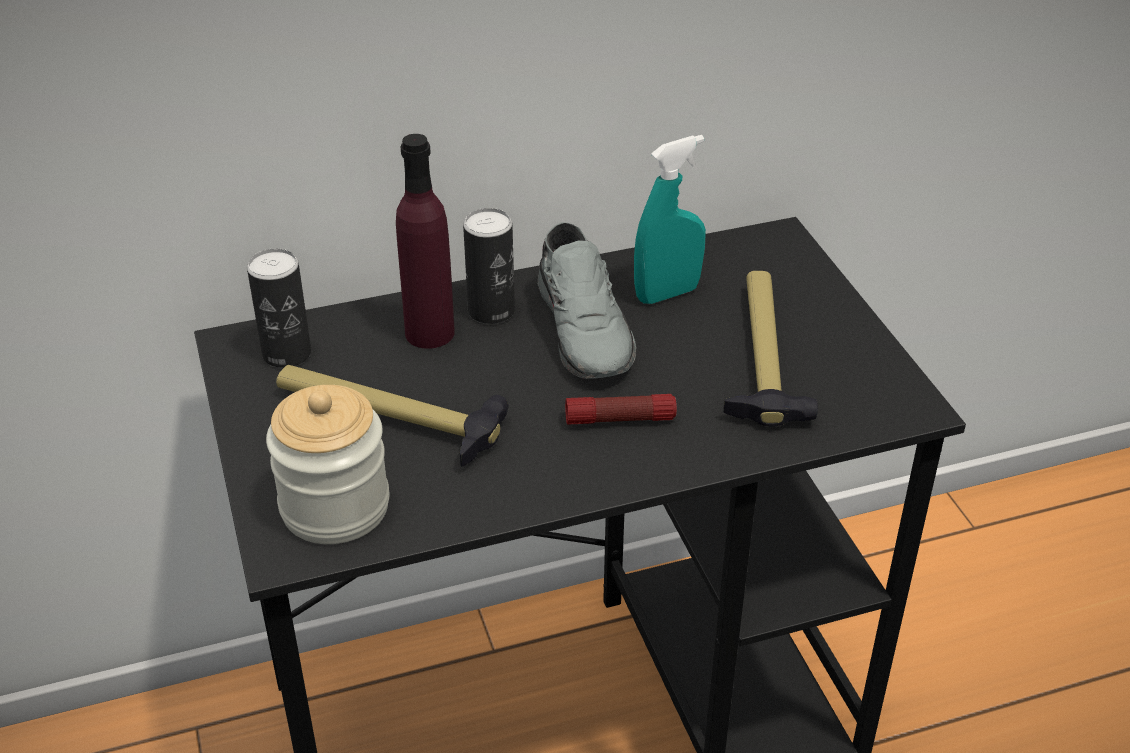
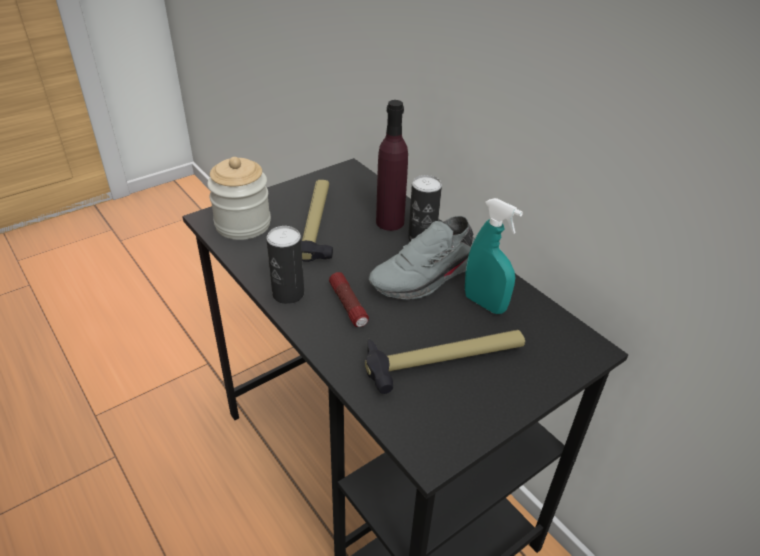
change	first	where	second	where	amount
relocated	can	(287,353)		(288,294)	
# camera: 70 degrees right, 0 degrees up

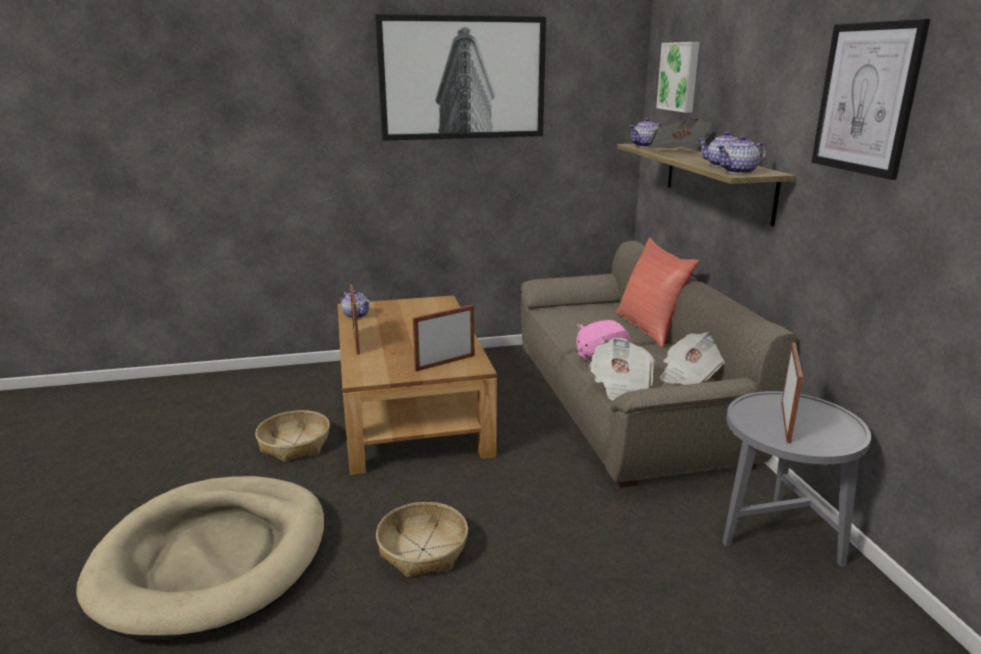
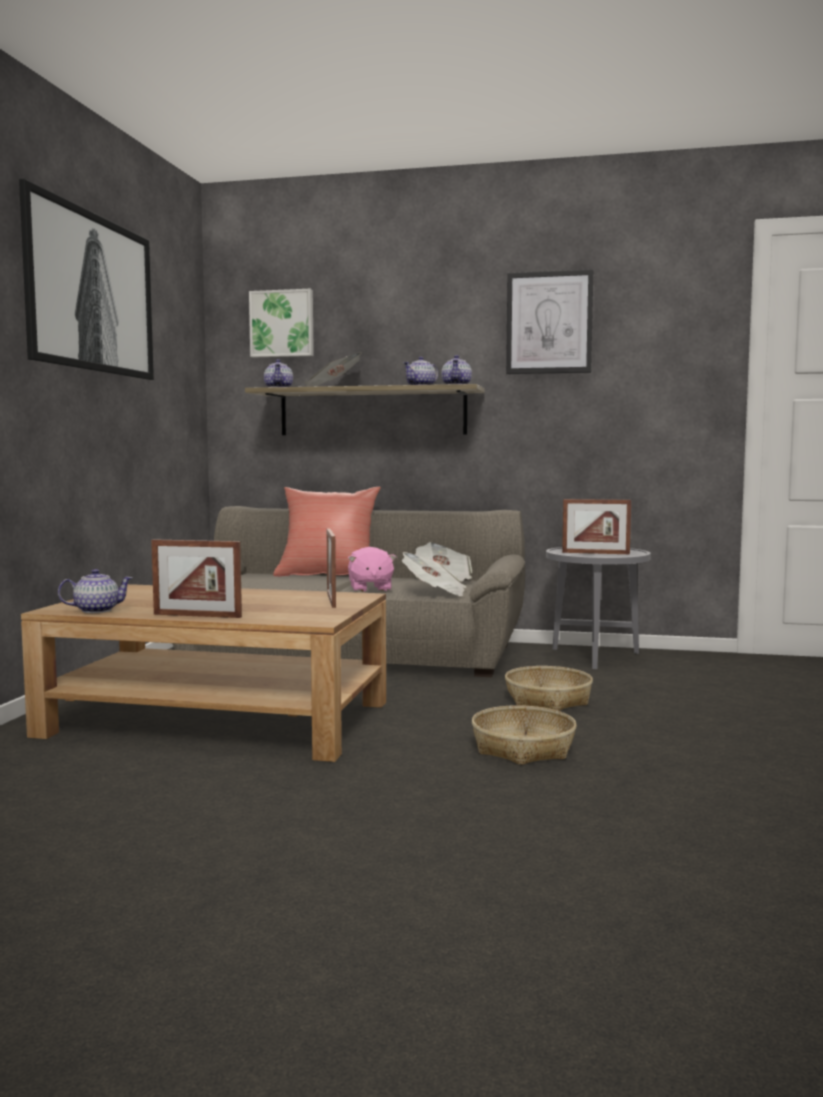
change	first	where	second	where	amount
missing	beige_dog_bed	(213,558)			
relocated	basket	(295,444)		(548,699)	
spun	picture_frame	(785,422)		(595,553)	150 degrees clockwise
# camera: 65 degrees left, 15 degrees down

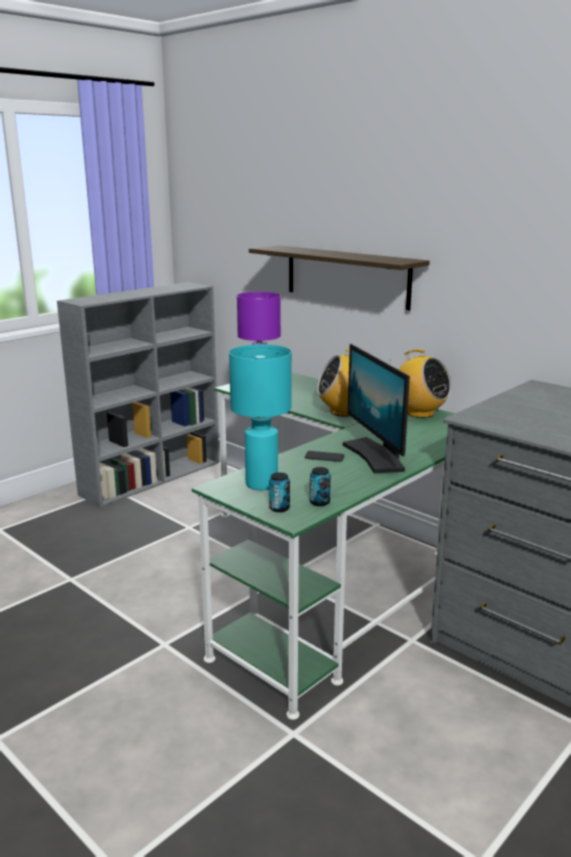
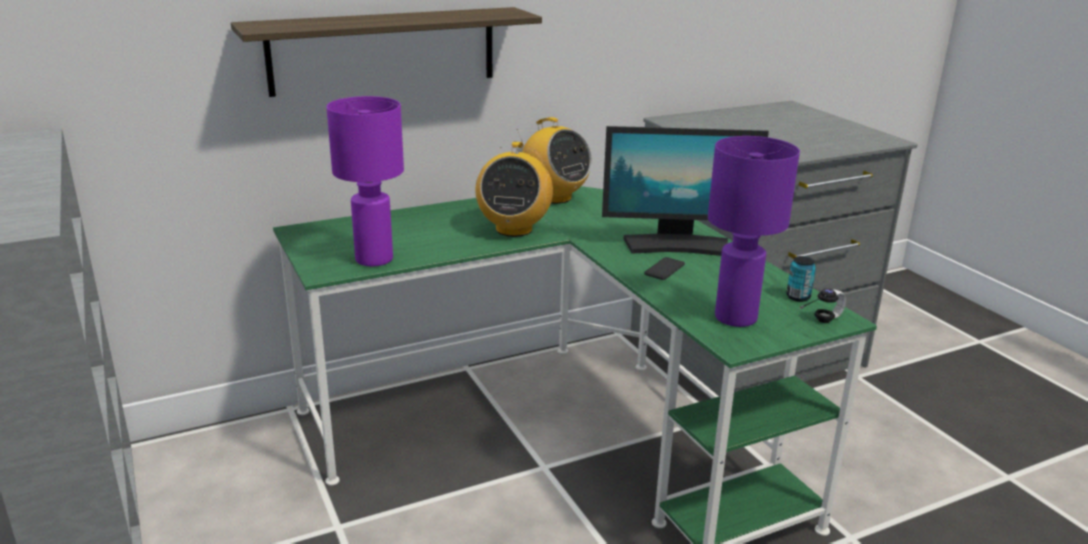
change	first	where	second	where	amount
exchanged	can	(279,508)	headphones	(809,320)	
colour	turquoise_table_lamp	(260,484)	purple_table_lamp	(735,318)	
spun	radio	(419,413)		(554,197)	75 degrees clockwise
# camera: 70 degrees left, 5 degrees up

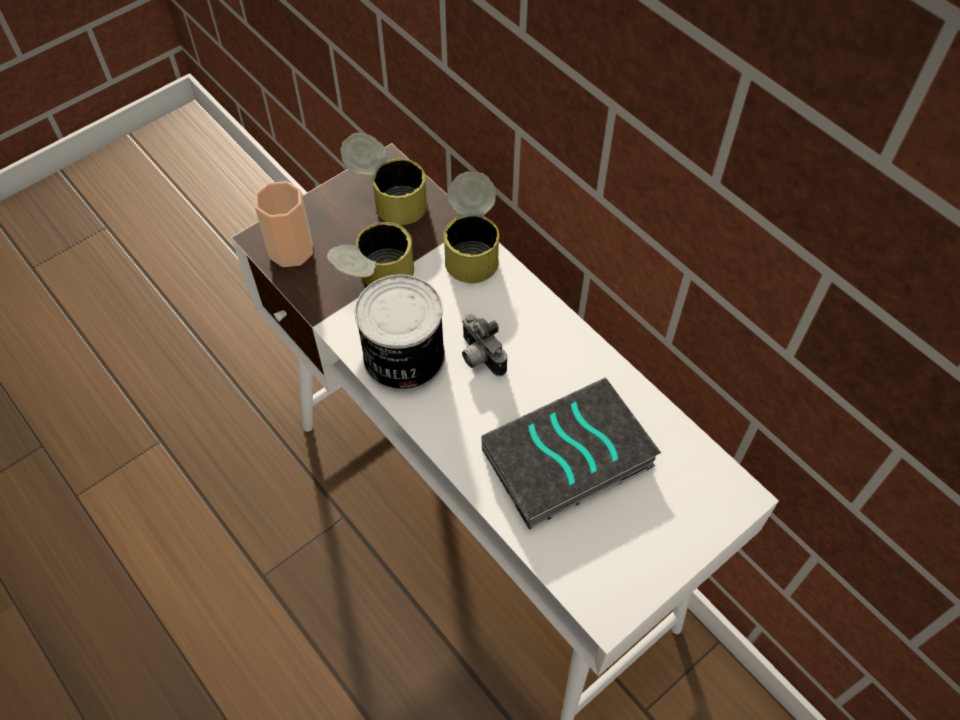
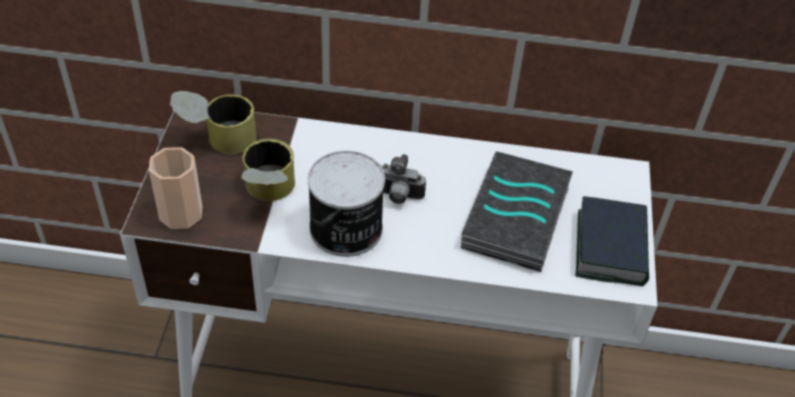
change	first	where	second	where	amount
missing	can	(472,248)			
appeared			book	(611,248)	
# camera: 45 degrees left, 10 degrees down

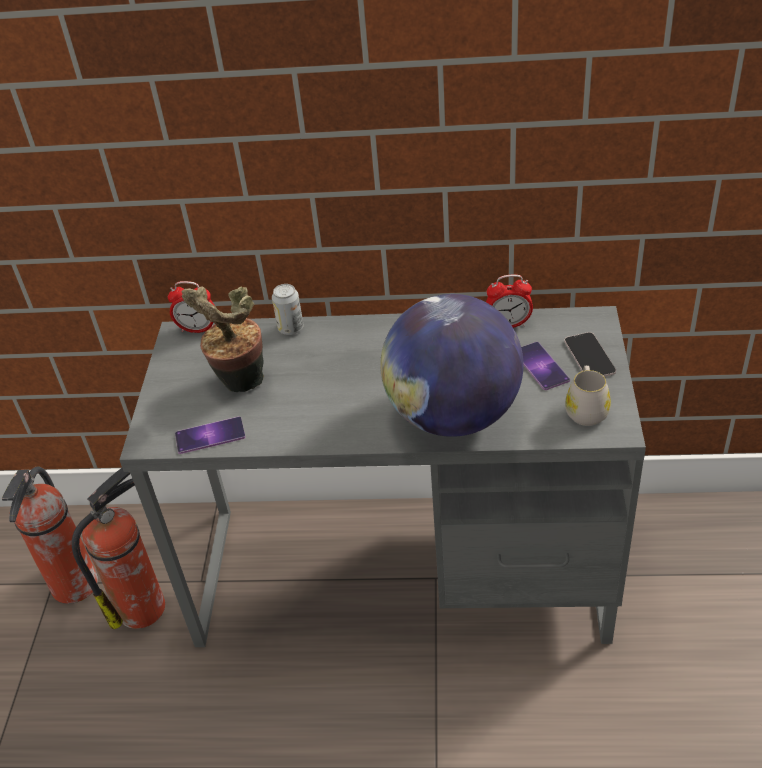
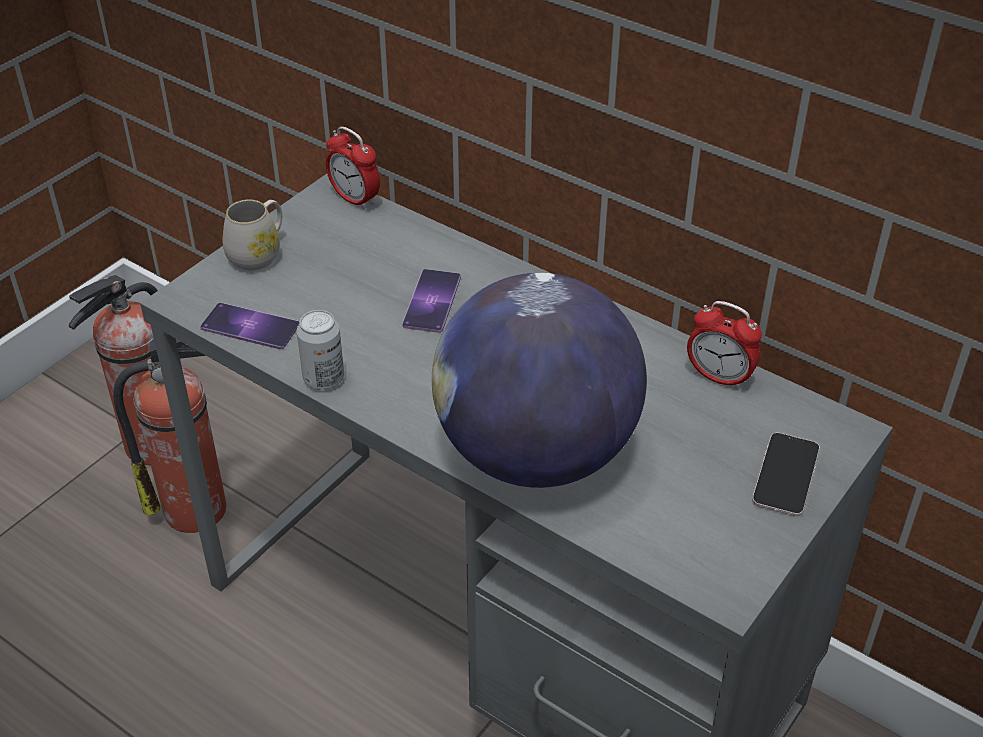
change	first	where	second	where	amount
missing	potted_plant	(239,383)			
relocated	can	(290,328)		(323,378)	
relocated	phone	(541,366)		(432,301)	
relocated	white_mug	(586,409)		(259,253)	
# camera: 30 degrees right, 0 degrees up

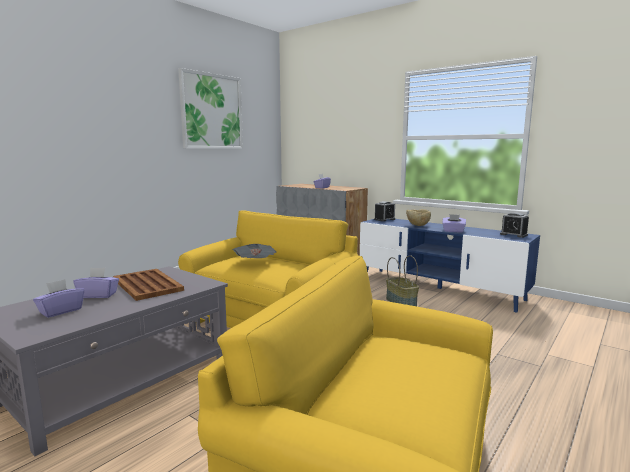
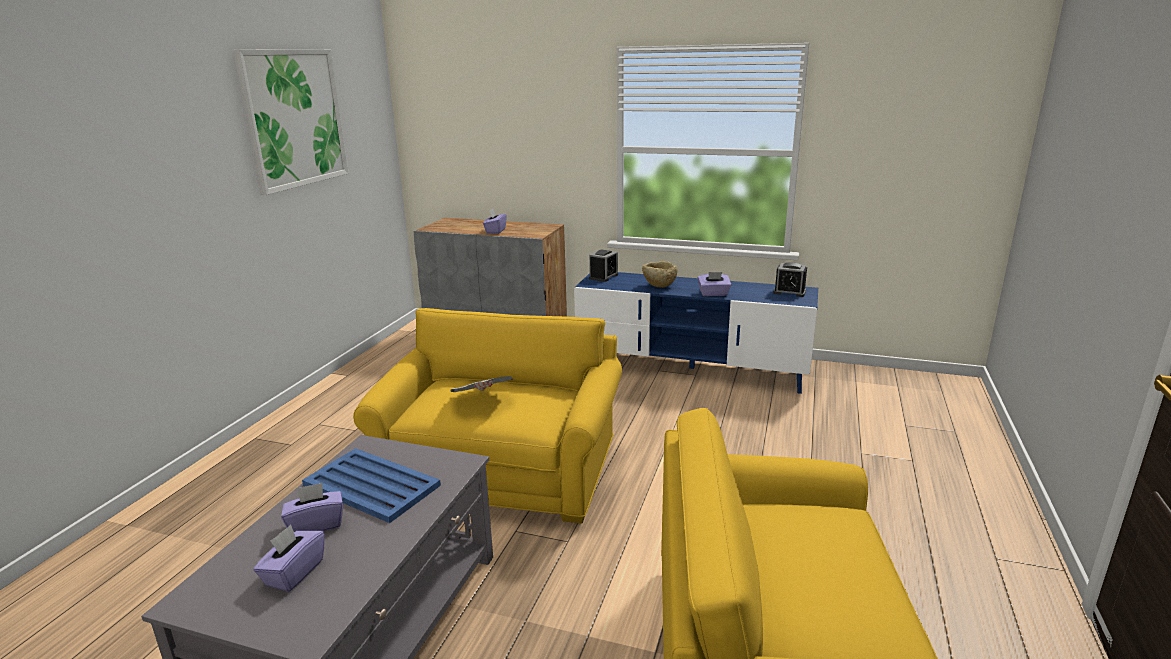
change	first	where	second	where	amount
missing	basket	(401,303)			
colour	brown_tray	(147,284)	blue_tray	(371,485)	
# camera: 20 degrees left, 10 degrees up

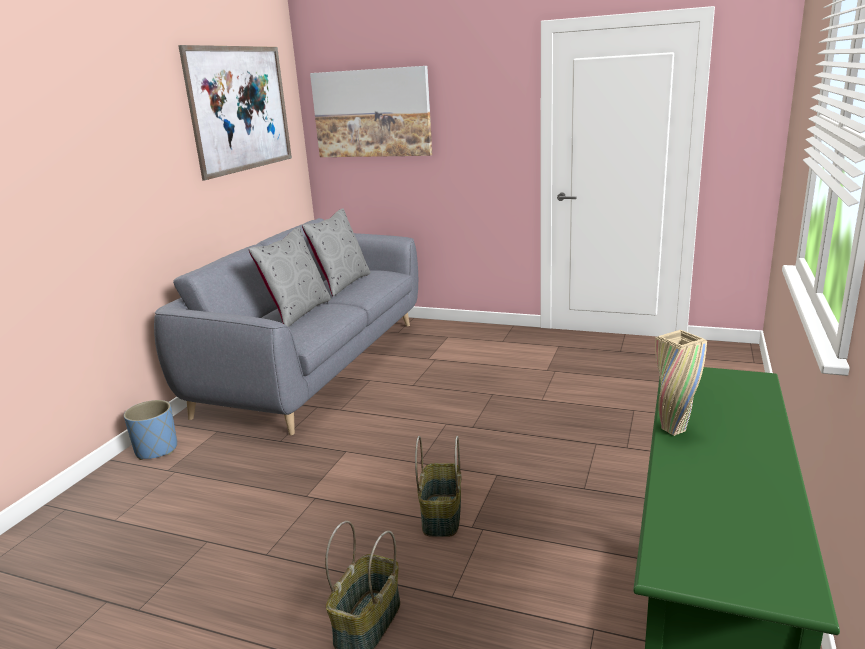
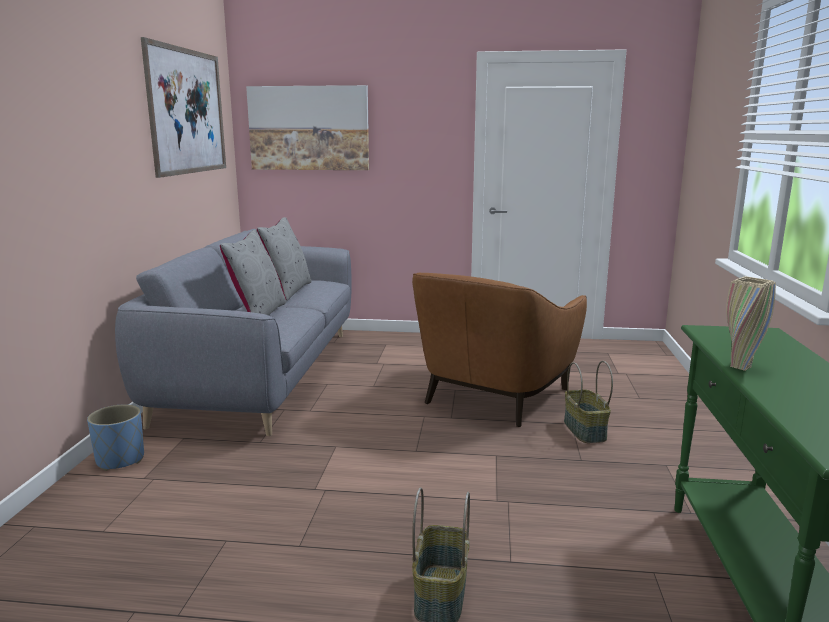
change	first	where	second	where	amount
appeared			brown_armchair	(493,396)	
relocated	basket	(440,515)		(583,430)	
# camera: 15 degrees left, 5 degrees down

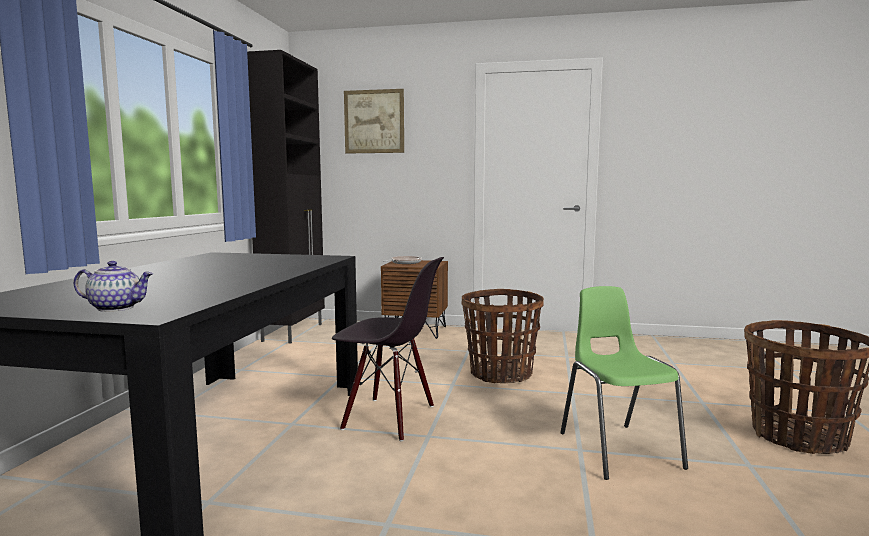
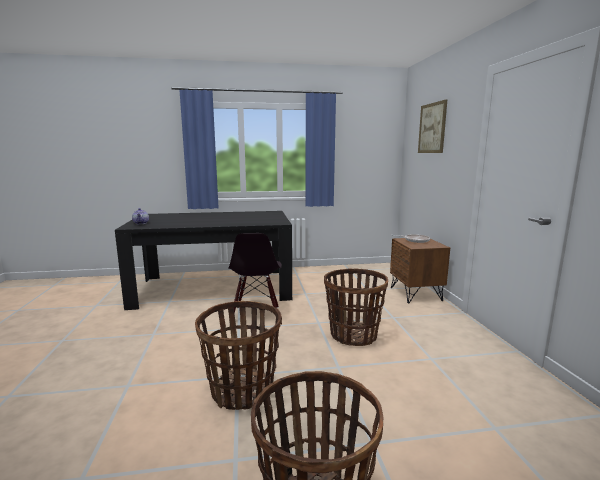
change	first	where	second	where	amount
missing	black_cabinet	(294,332)			
exchanged	green_chair	(618,449)	basket	(242,391)	
# camera: 70 degrees right, 5 degrees up

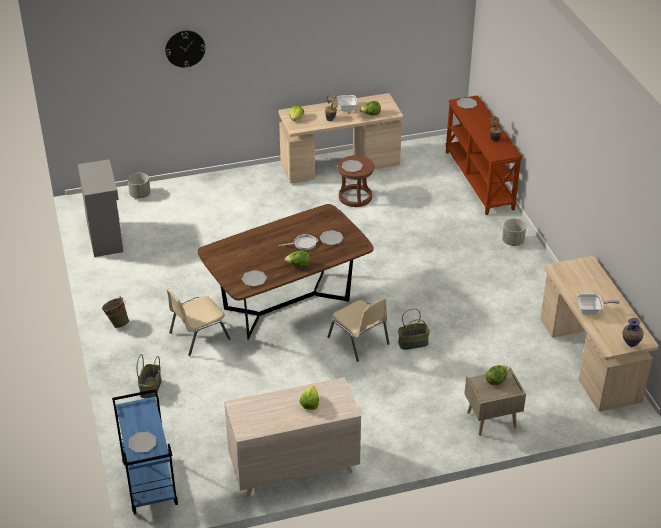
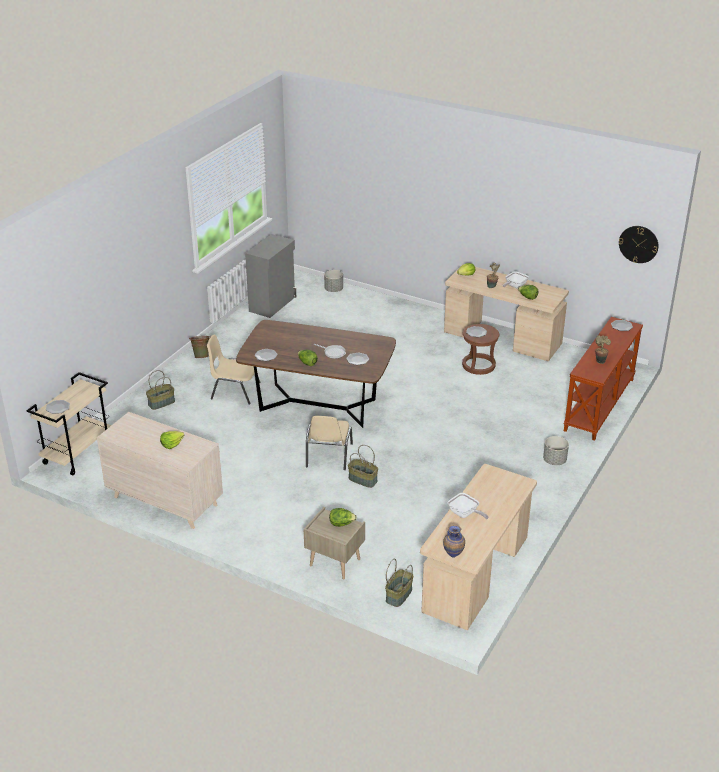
change	first	where	second	where	amount
appeared			basket	(398,595)	
relocated	wall_clock	(185,48)		(638,244)	
colour	blue_cart	(149,482)	beige_cart	(78,453)	
# camera: 45 degrees right, 5 degrees down

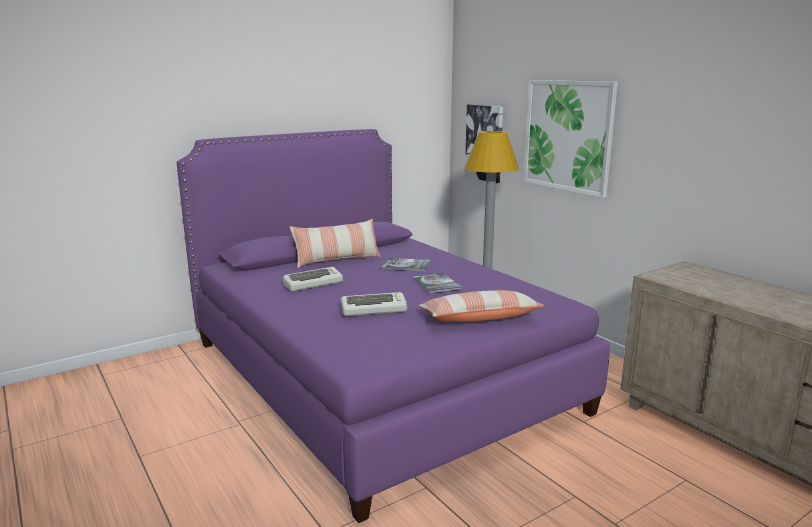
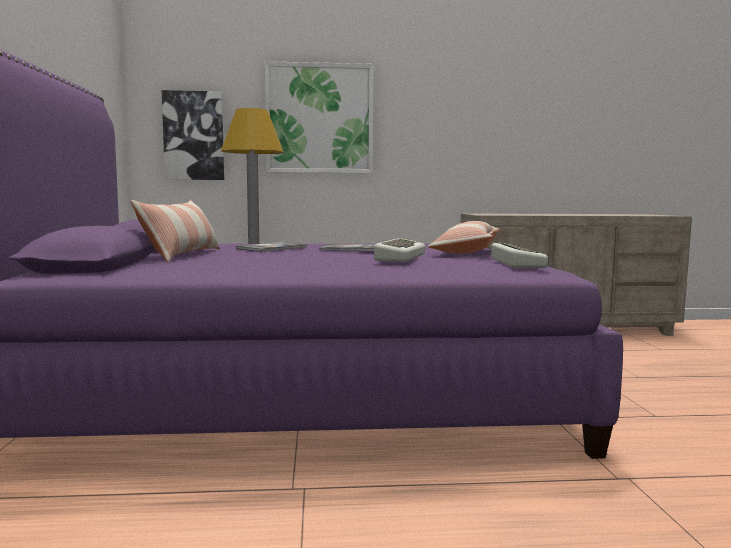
change	first	where	second	where	amount
relocated	keyboard	(313,283)		(514,263)	
# camera: 60 degrees left, 10 degrees down

